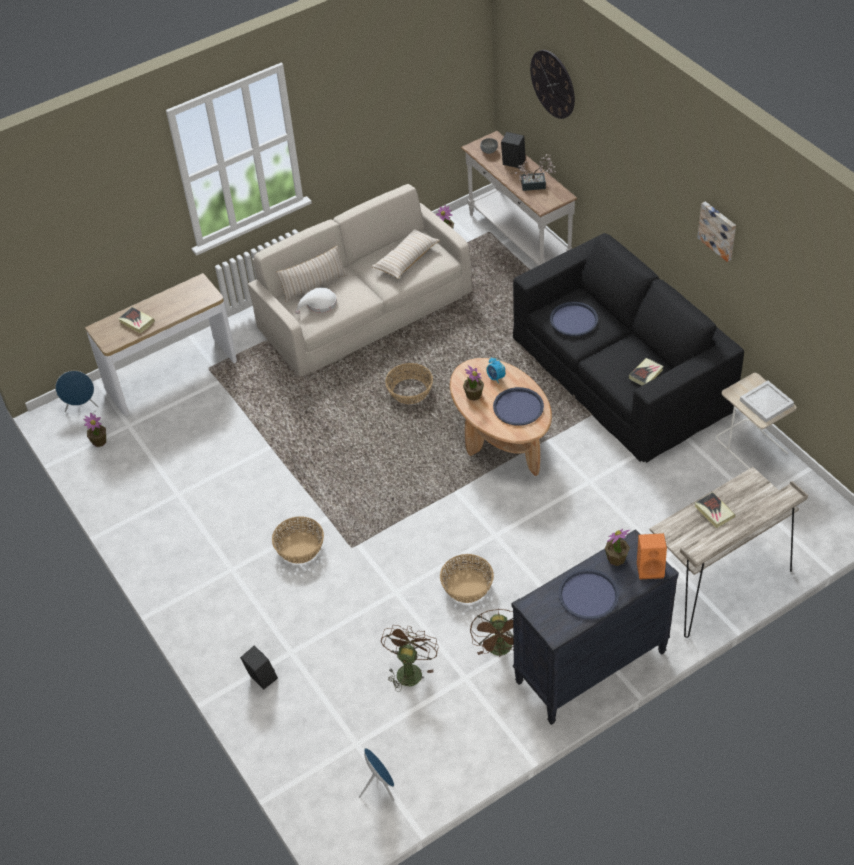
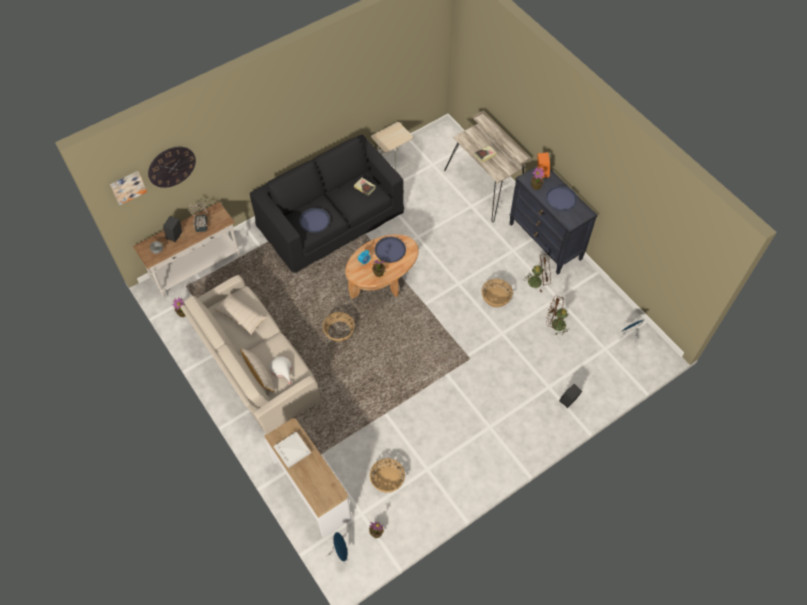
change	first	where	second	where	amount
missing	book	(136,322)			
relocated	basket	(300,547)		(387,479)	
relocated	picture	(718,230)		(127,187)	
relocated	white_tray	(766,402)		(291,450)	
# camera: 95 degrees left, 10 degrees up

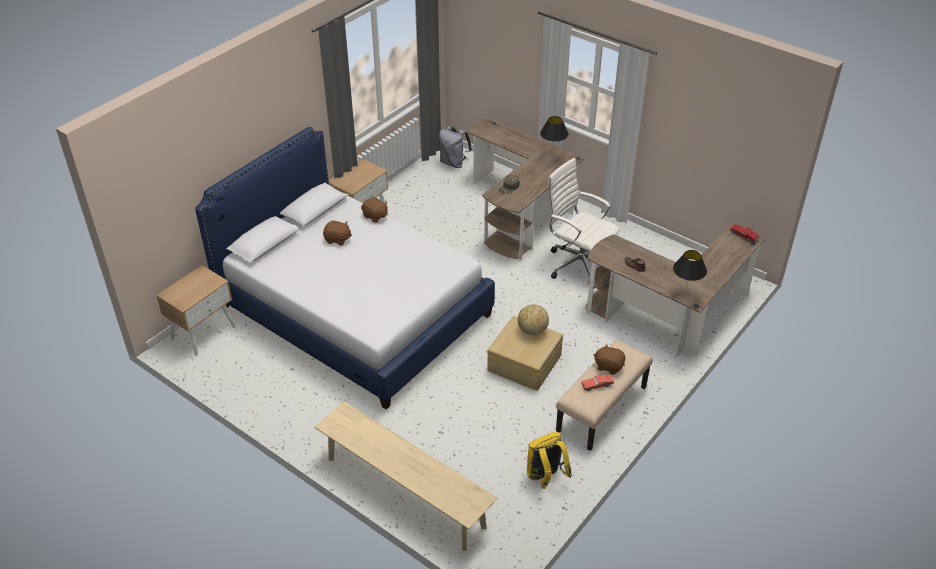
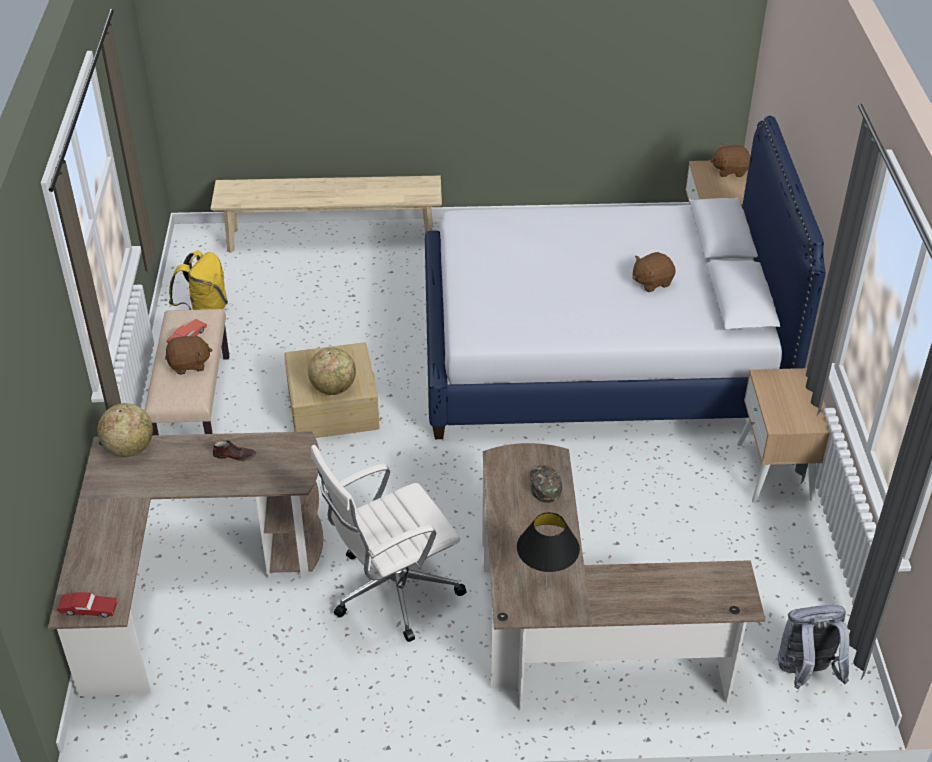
change	first	where	second	where	amount
relocated	brown_plush_toy	(375,216)		(730,170)	
exchanged	black_table_lamp	(684,295)	globe	(129,448)	
spun	white_office_chair	(578,264)		(391,590)	150 degrees clockwise
# camera: 140 degrees right, 0 degrees up

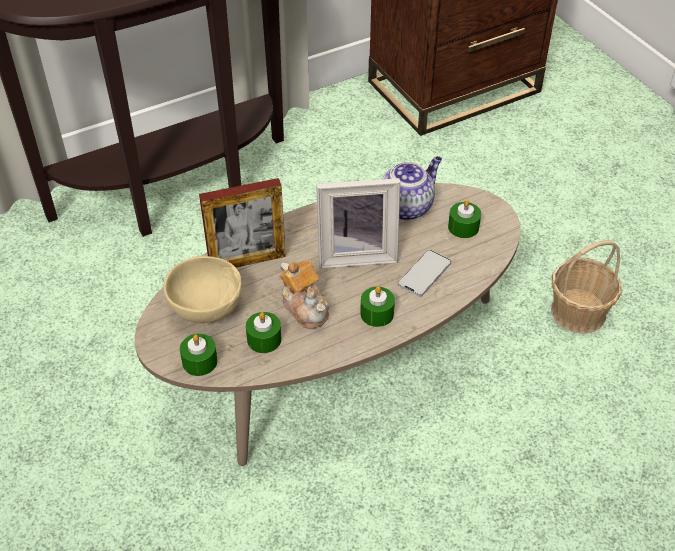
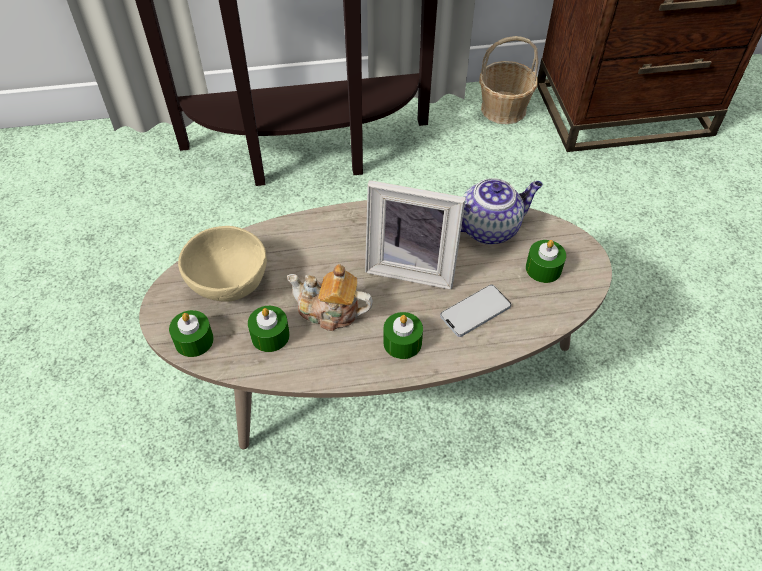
change	first	where	second	where	amount
missing	picture_frame	(247,261)			
relocated	basket	(579,312)		(504,109)	
spun	teapot	(305,307)		(330,312)	120 degrees clockwise
# camera: 20 degrees right, 5 degrees up

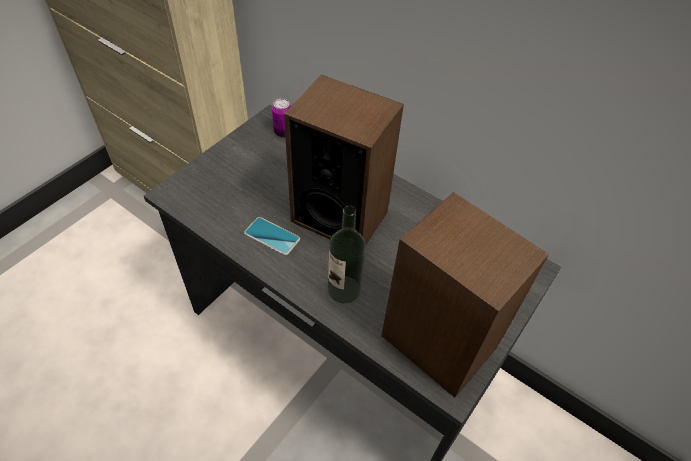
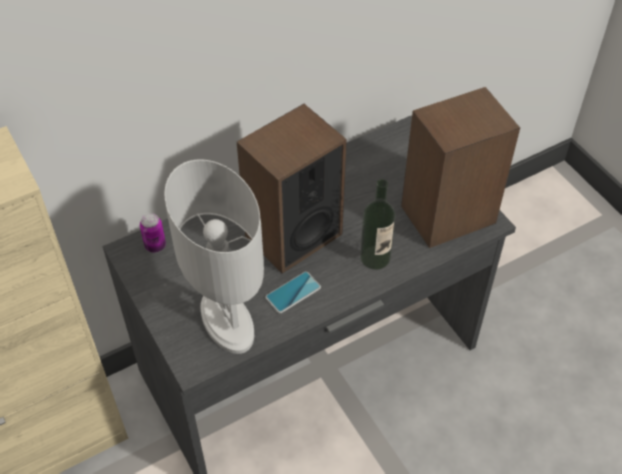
change	first	where	second	where	amount
appeared			white_table_lamp	(226,322)	
# camera: 65 degrees left, 0 degrees up

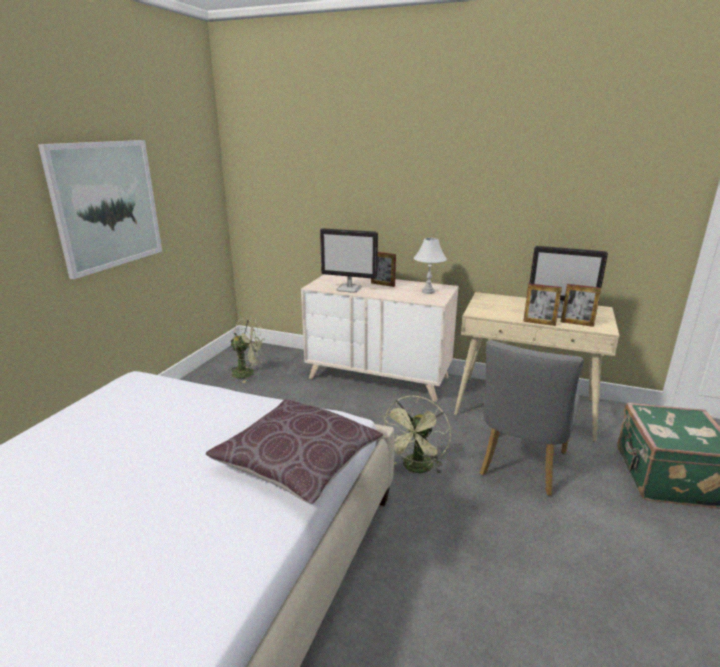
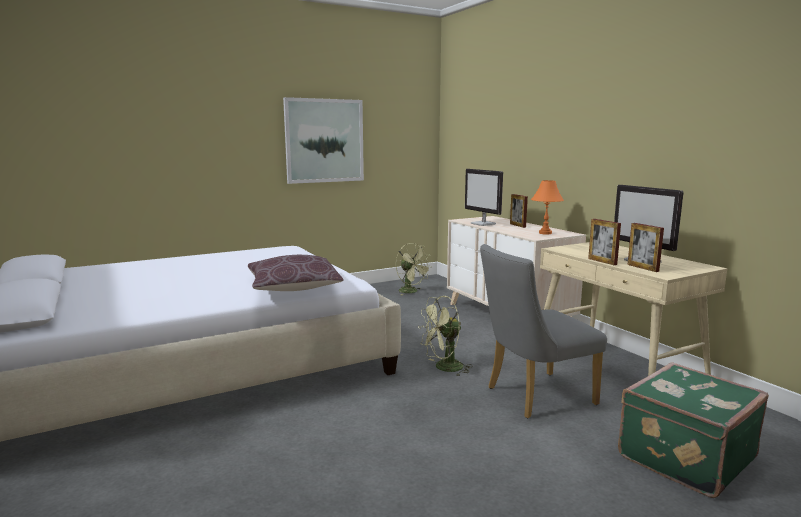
change	first	where	second	where	amount
colour	white_table_lamp	(428,292)	orange_table_lamp	(545,233)	
# camera: 40 degrees right, 10 degrees down

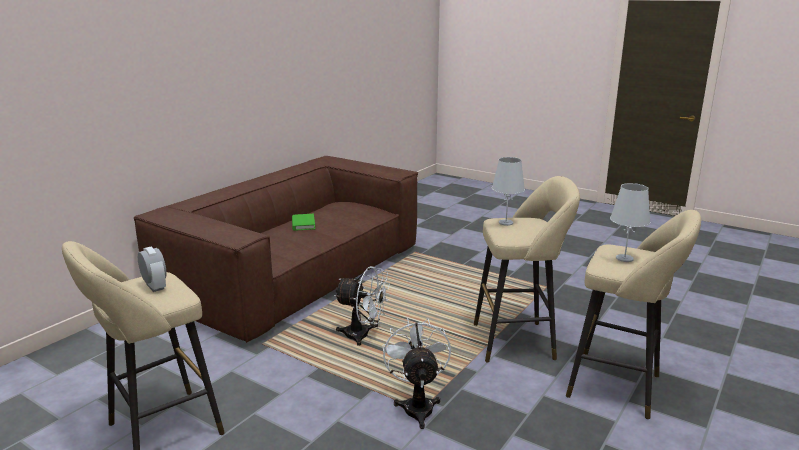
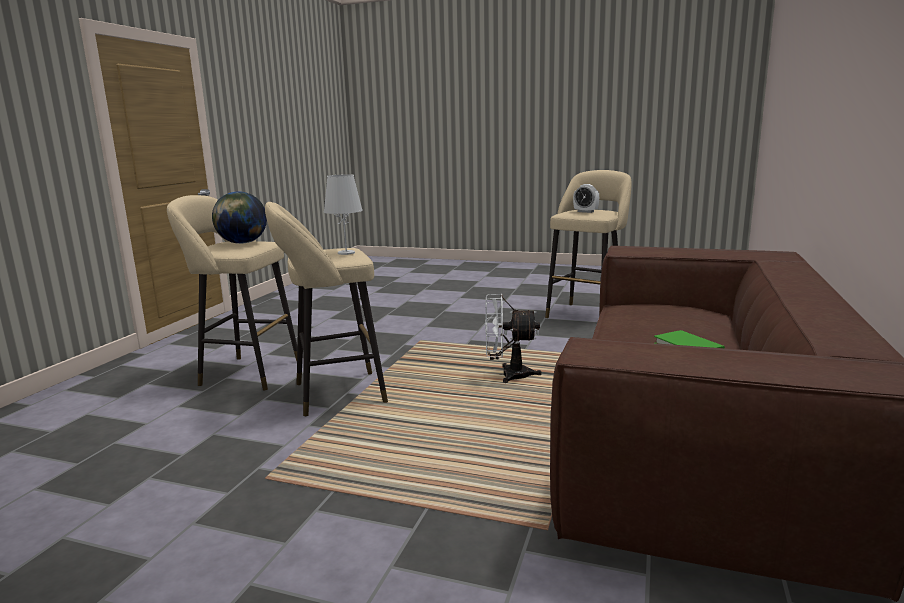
change	first	where	second	where	amount
missing	white_fan	(417,405)			
exchanged	white_table_lamp	(624,258)	globe	(242,243)	
# camera: 165 degrees right, 5 degrees down

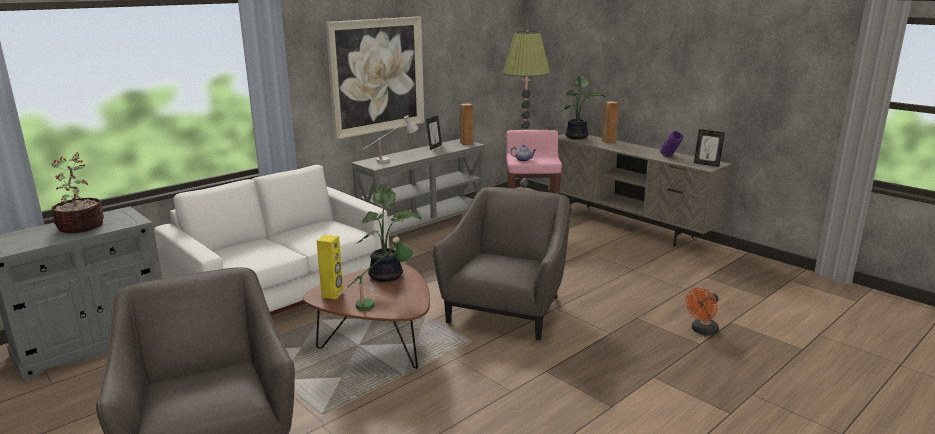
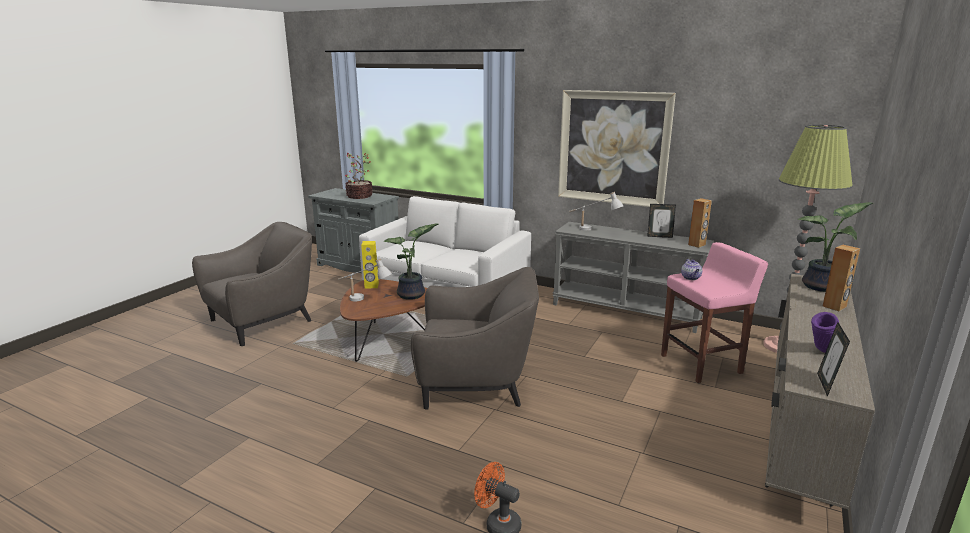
change	first	where	second	where	amount
colour	green_table_lamp	(377,301)	white_table_lamp	(365,300)	
# camera: 70 degrees right, 0 degrees up

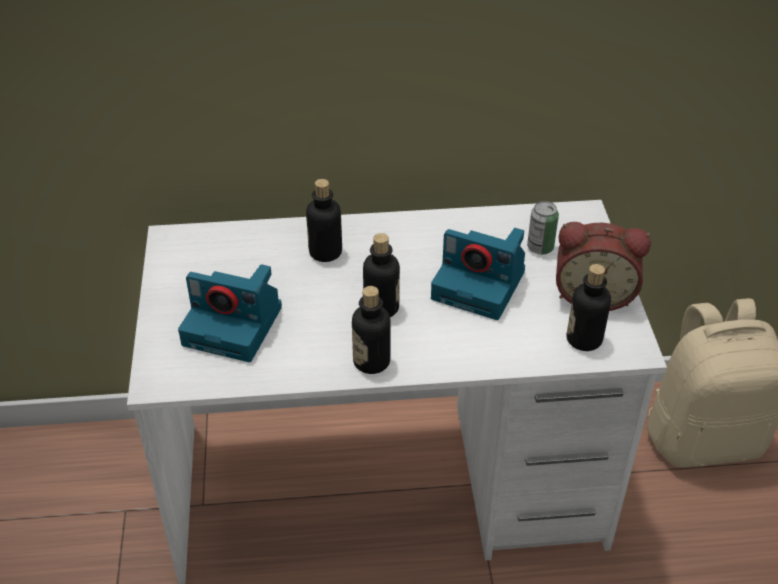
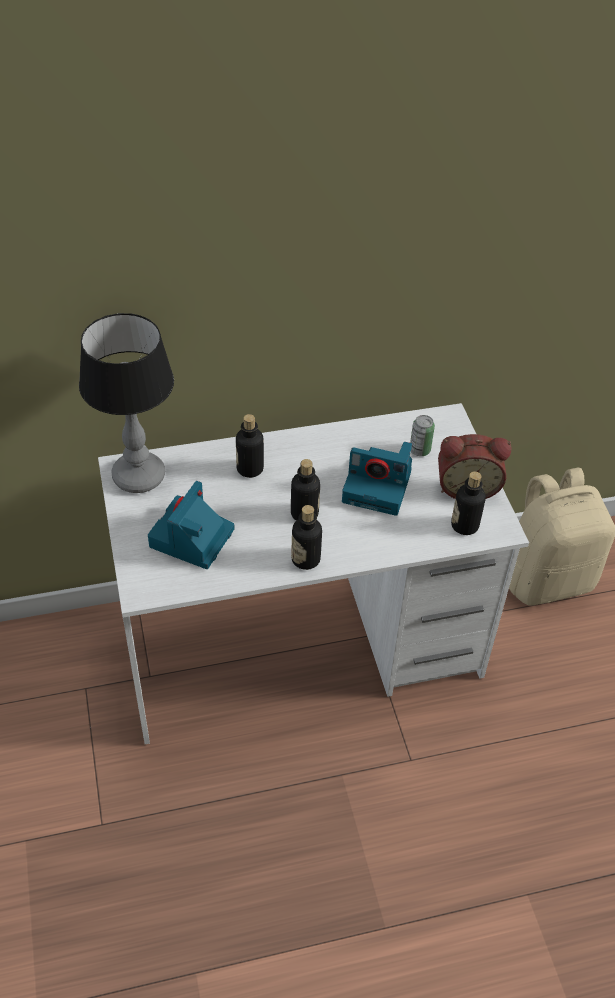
change	first	where	second	where	amount
appeared			table_lamp	(140,477)	
spun	photo_camera	(235,325)		(192,539)	105 degrees clockwise
# camera: 10 degrees left, 5 degrees up

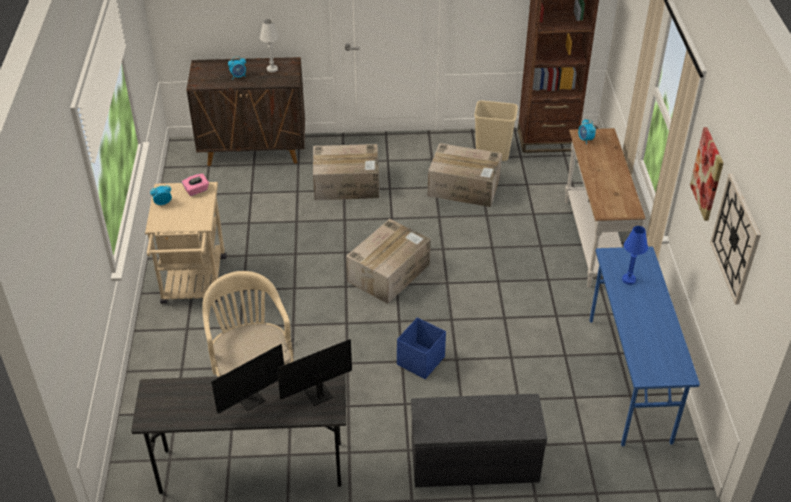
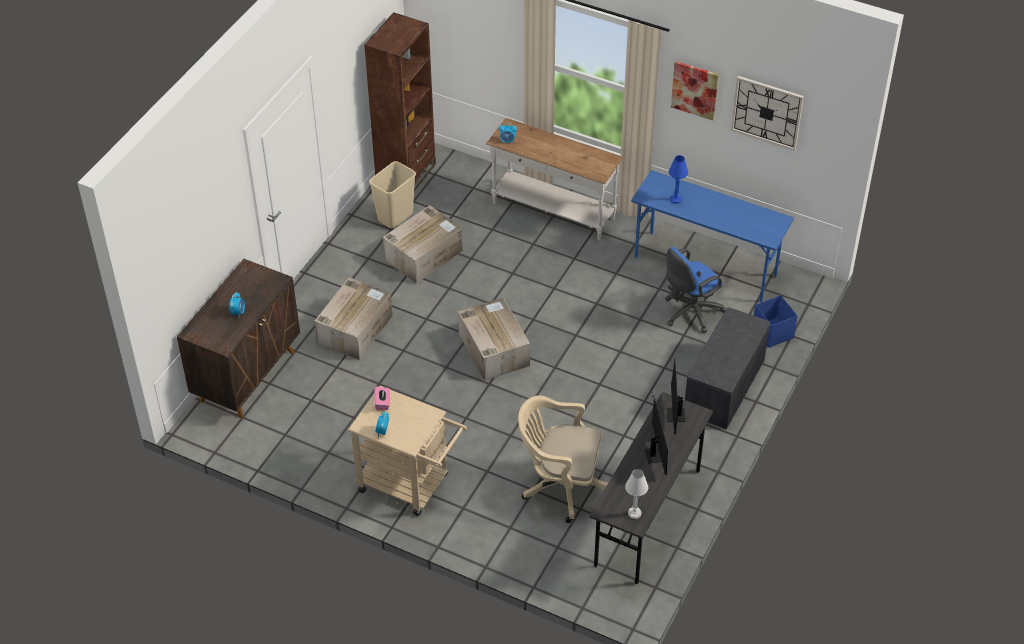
change	first	where	second	where	amount
appeared			blue_office_chair	(689,313)	
relocated	white_table_lamp	(272,69)		(634,513)	
relocated	blue_storage_box	(421,361)		(772,332)	
# camera: 60 degrees left, 5 degrees up

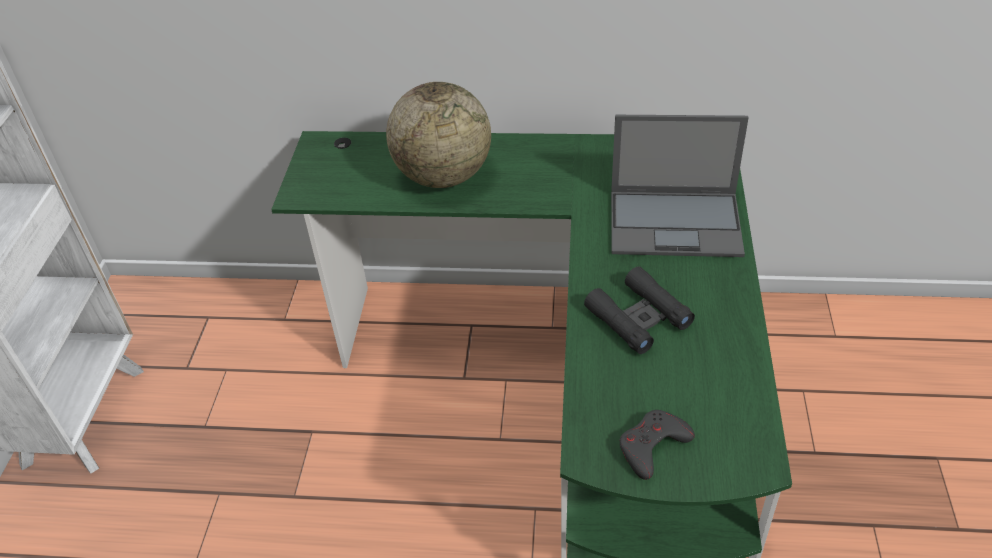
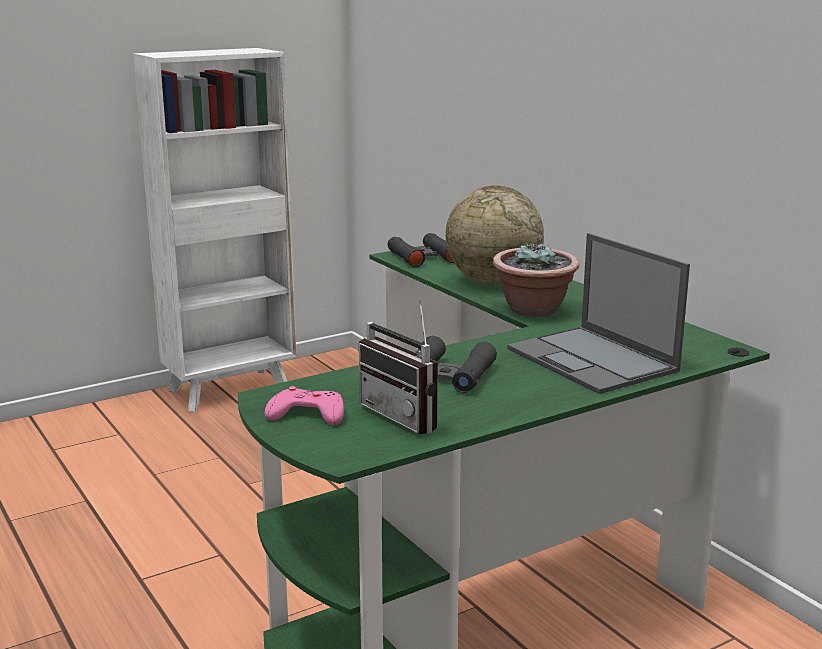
change	first	where	second	where	amount
appeared			radio	(407,416)	
appeared			black_binoculars	(423,257)	
appeared			potted_plant	(534,310)	
colour	grey_game_controller	(652,446)	pink_game_controller	(307,414)	
# camera: 50 degrees right, 25 degrees down

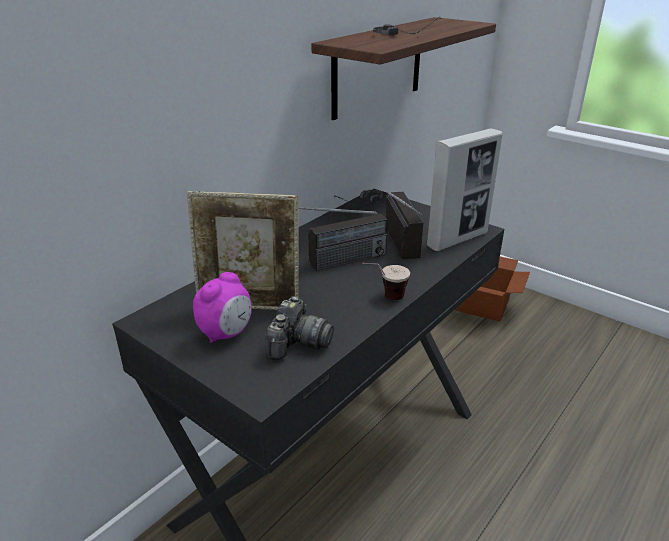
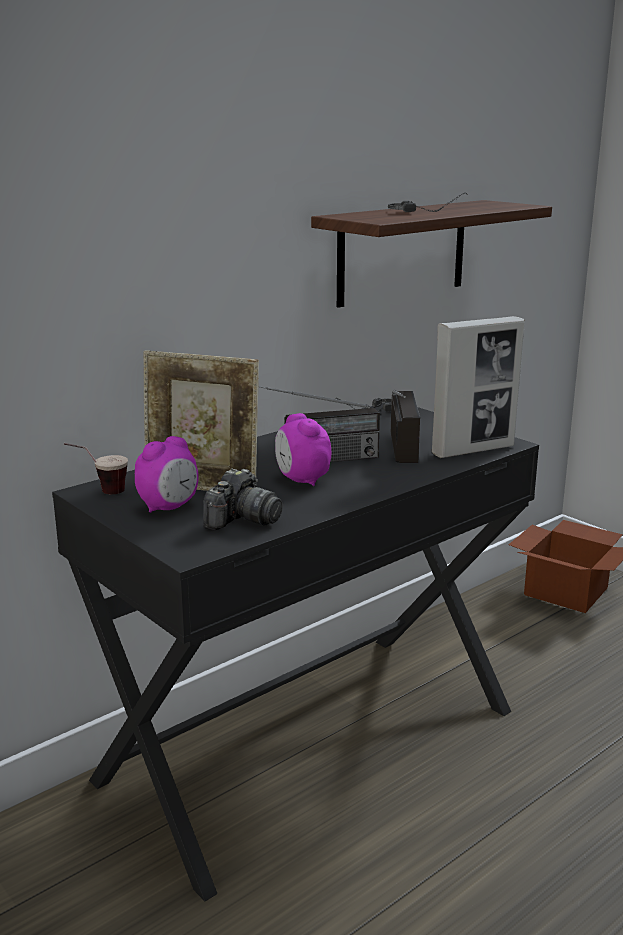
change	first	where	second	where	amount
appeared			alarm_clock	(302,480)	
relocated	cup	(384,298)		(99,492)	
# camera: 10 degrees right, 10 degrees down

